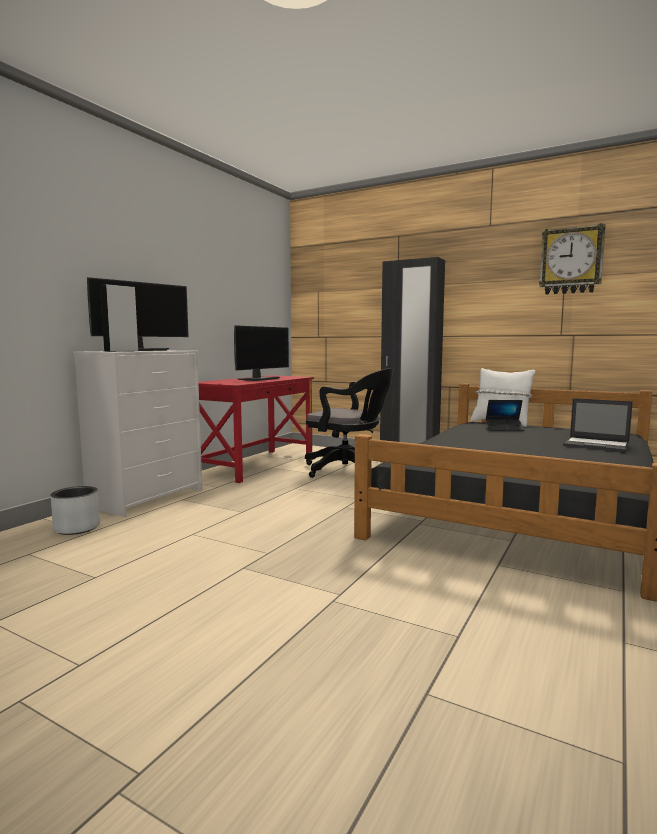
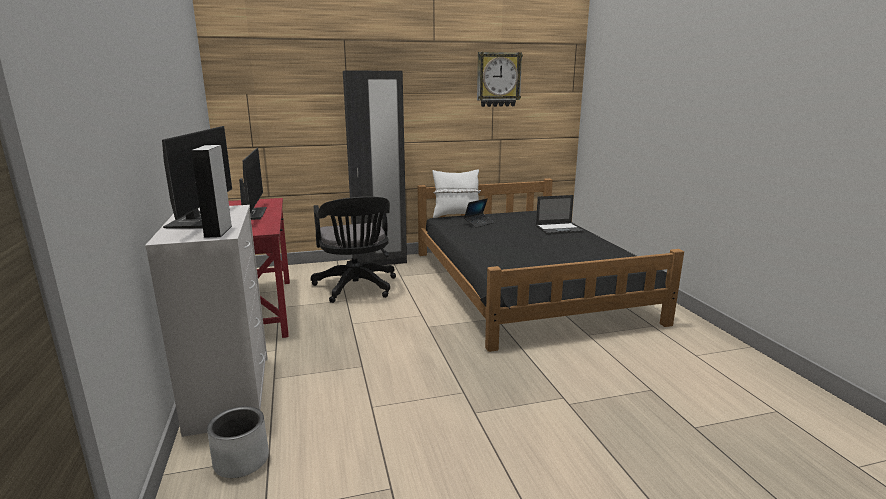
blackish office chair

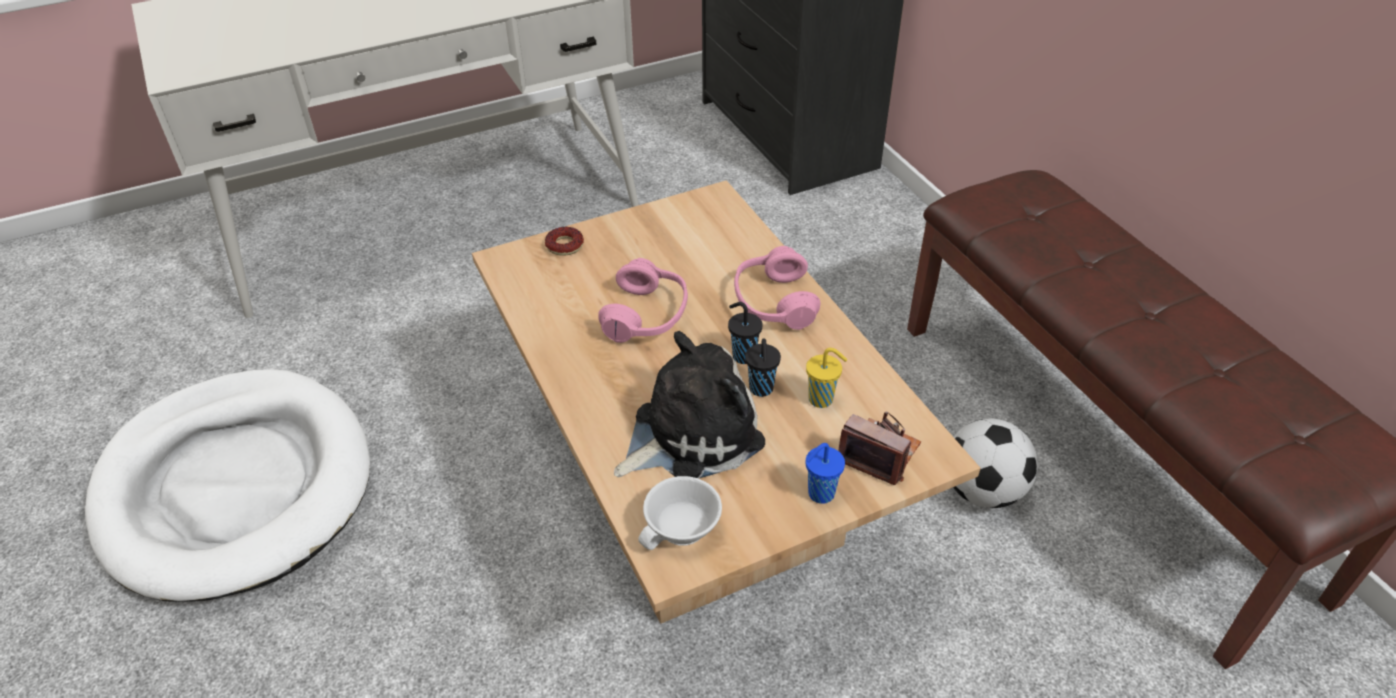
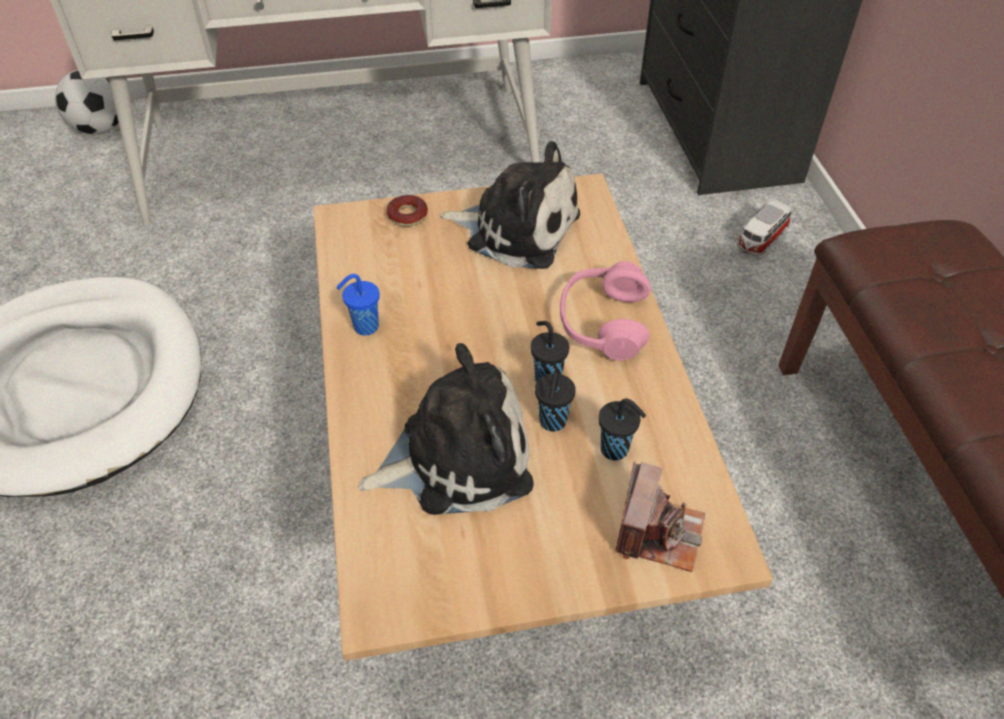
pink-coloured pair of headphones (1st from left in the first image)
whitish cup
plush toy (2nd from left)
toy car
blue cup
football ball
blackish cup (3rd from left)
still camera

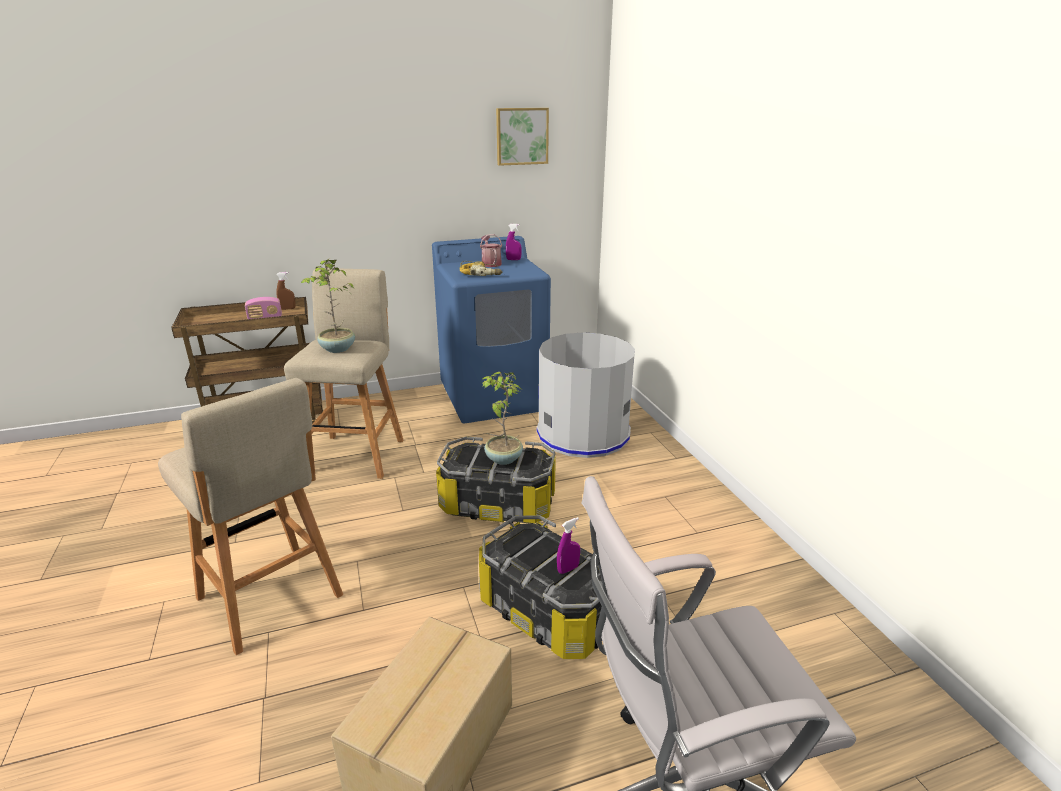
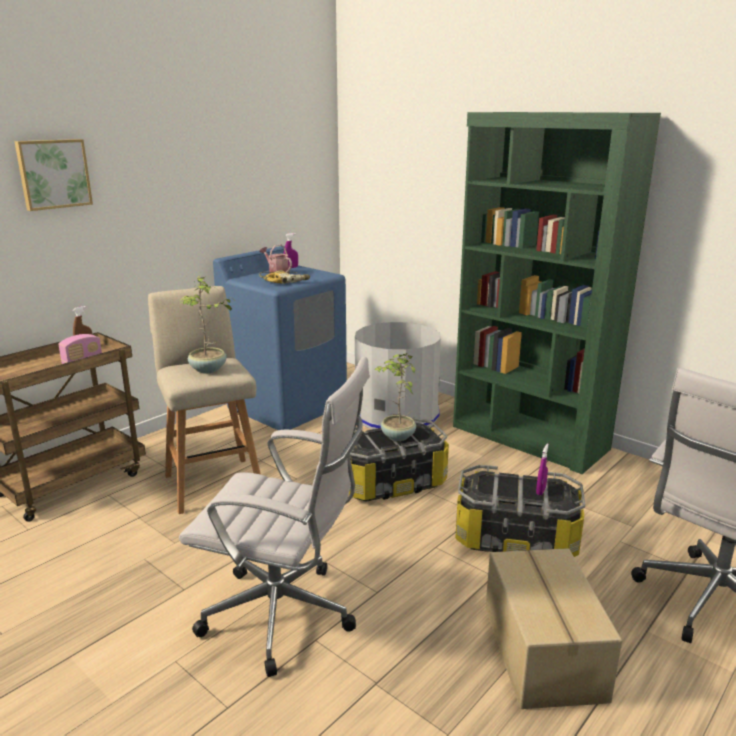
greenish bookshelf
wall picture
whitish office chair (1st from left)

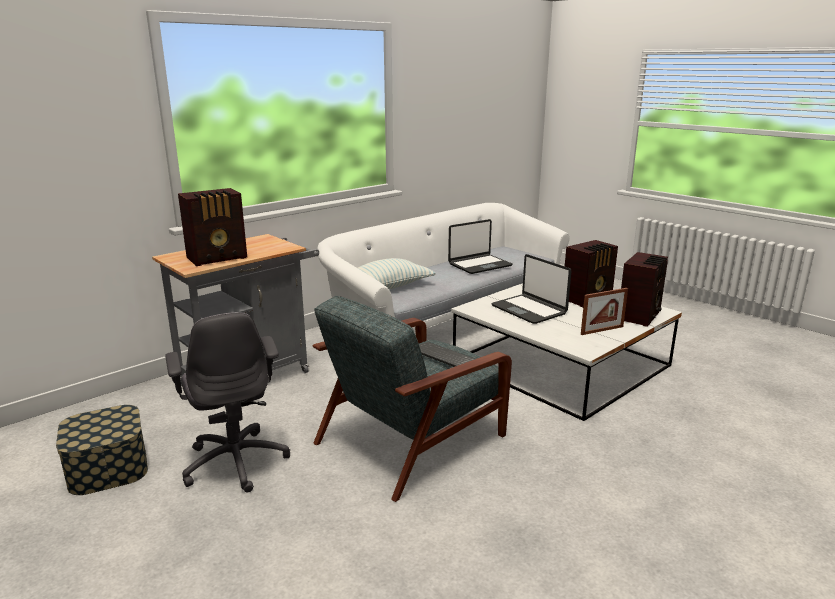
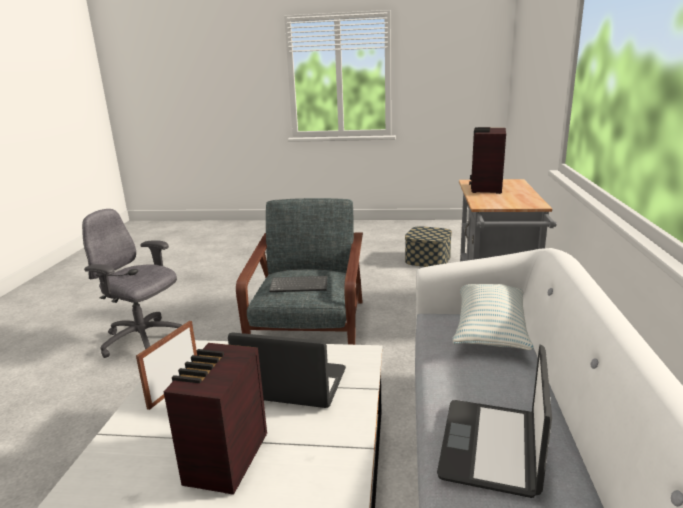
radio (3rd from left in the first image)
greyish office chair

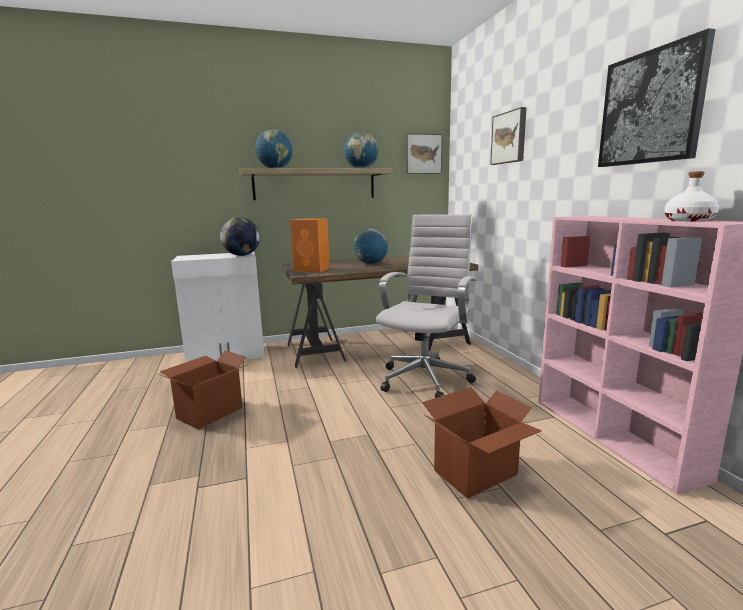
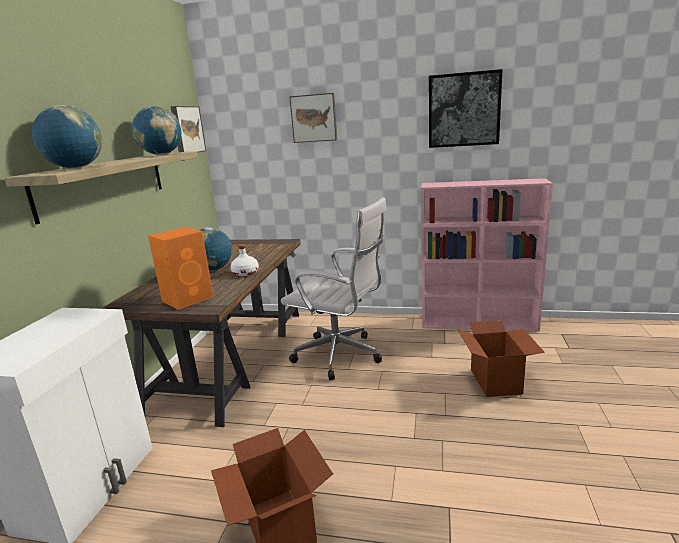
globe (1st from left in the first image)
whitish drink bottle
whitish office chair

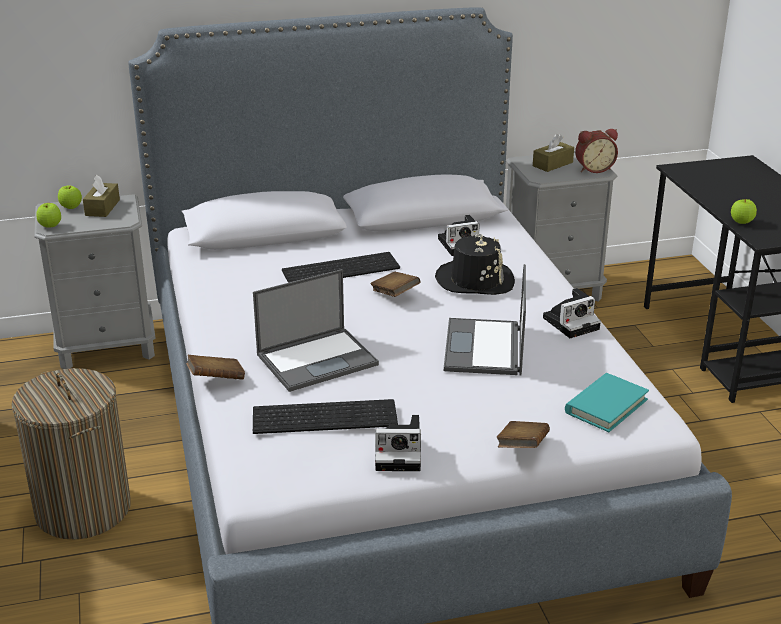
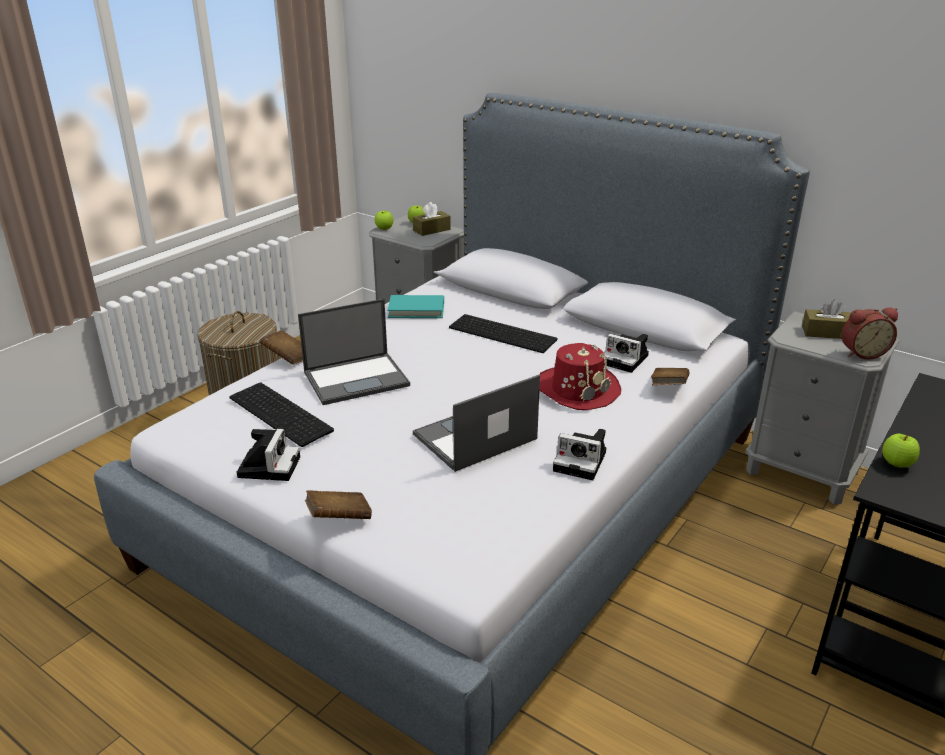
brownish book (3rd from left)
turquoise book
red-coloured wearable hat
laptop (1st from left)
still camera (1st from left)
table clock

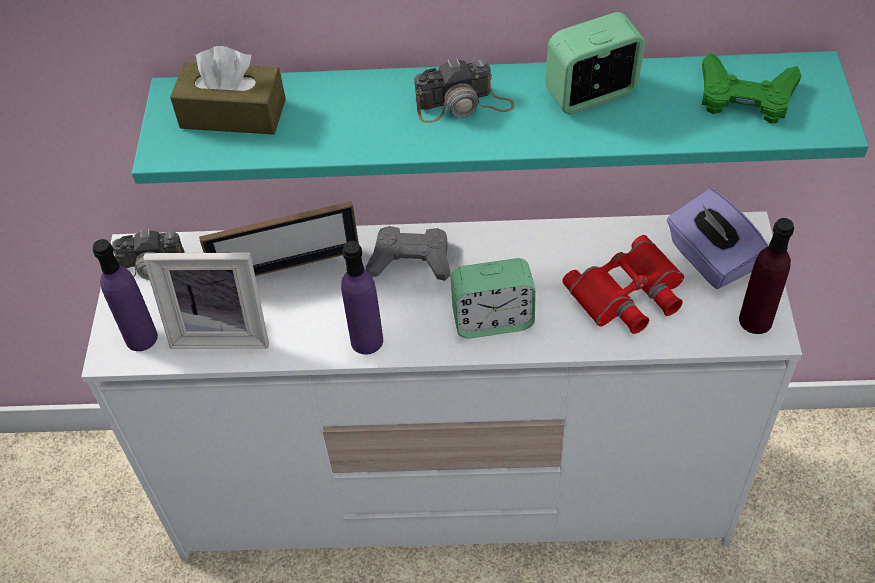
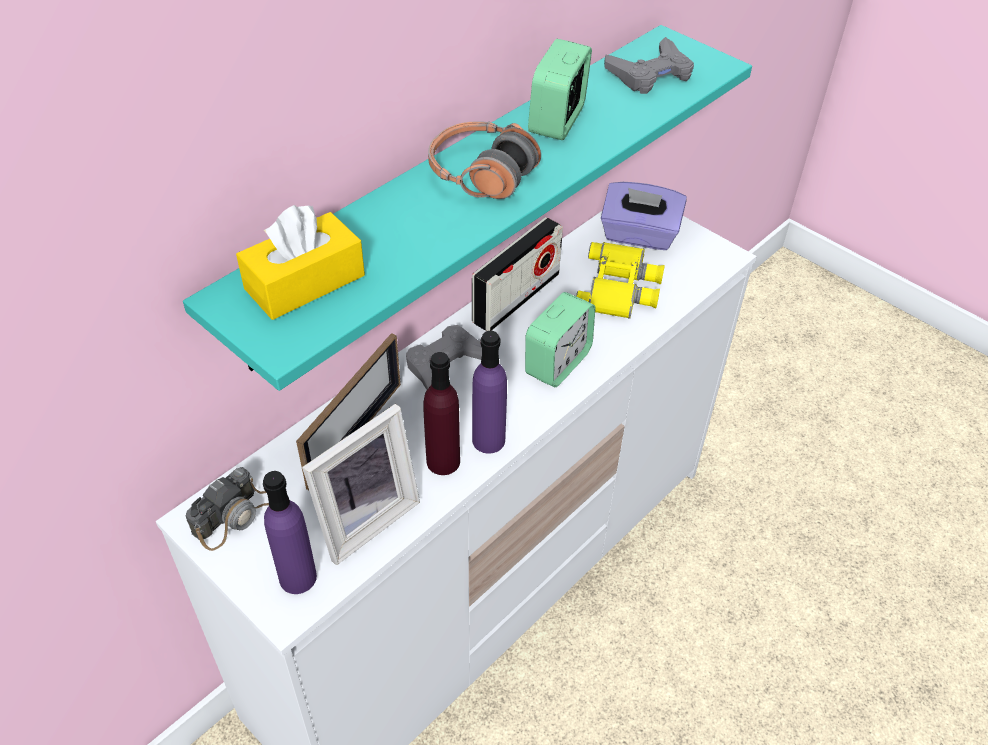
radio
purplish drink bottle (2nd from left)
pair of headphones
yellow tissue holder
yellow binoculars
greyish joypad (2nd from left)

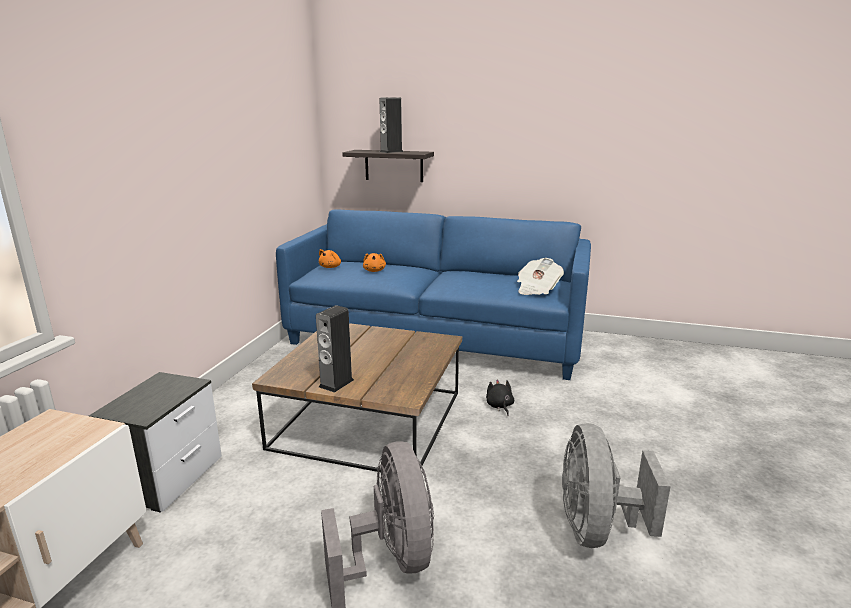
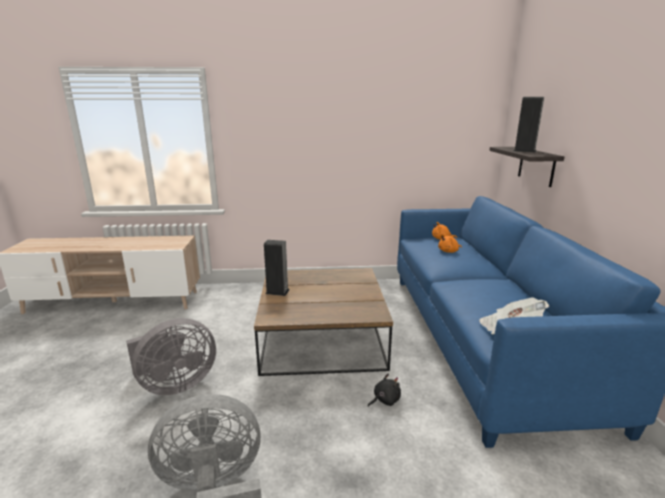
night table

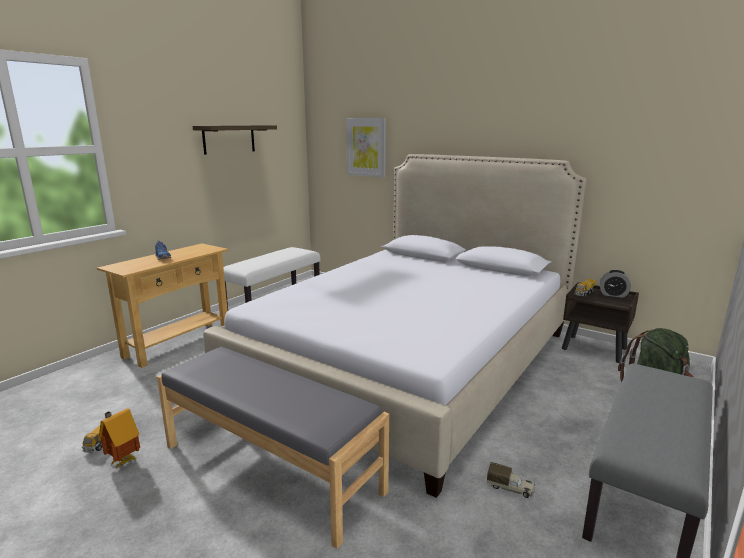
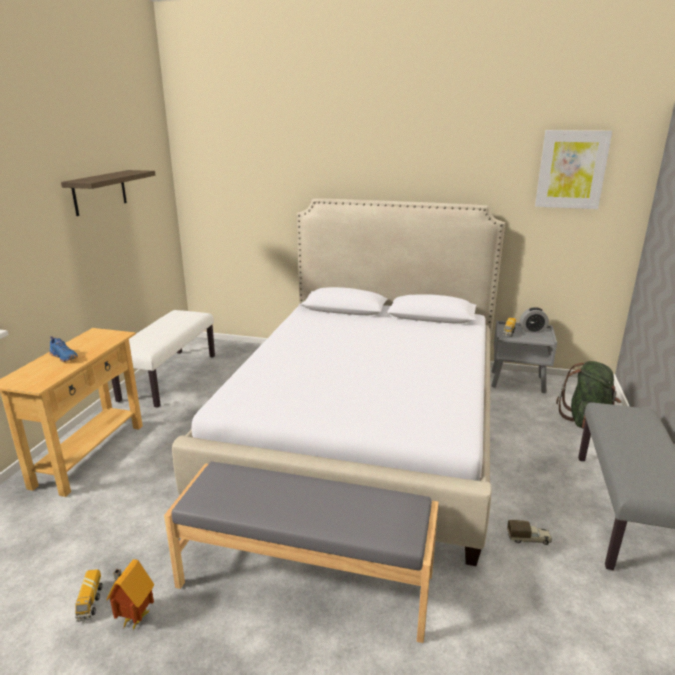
wall picture
greyish night table

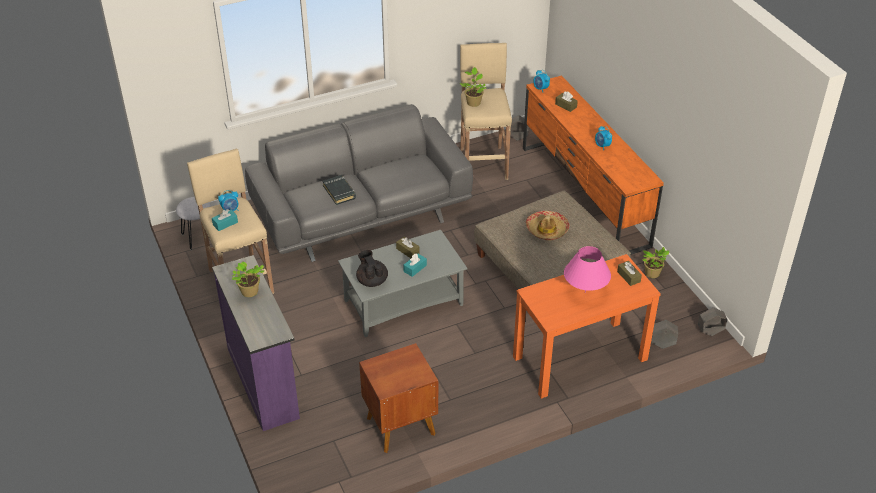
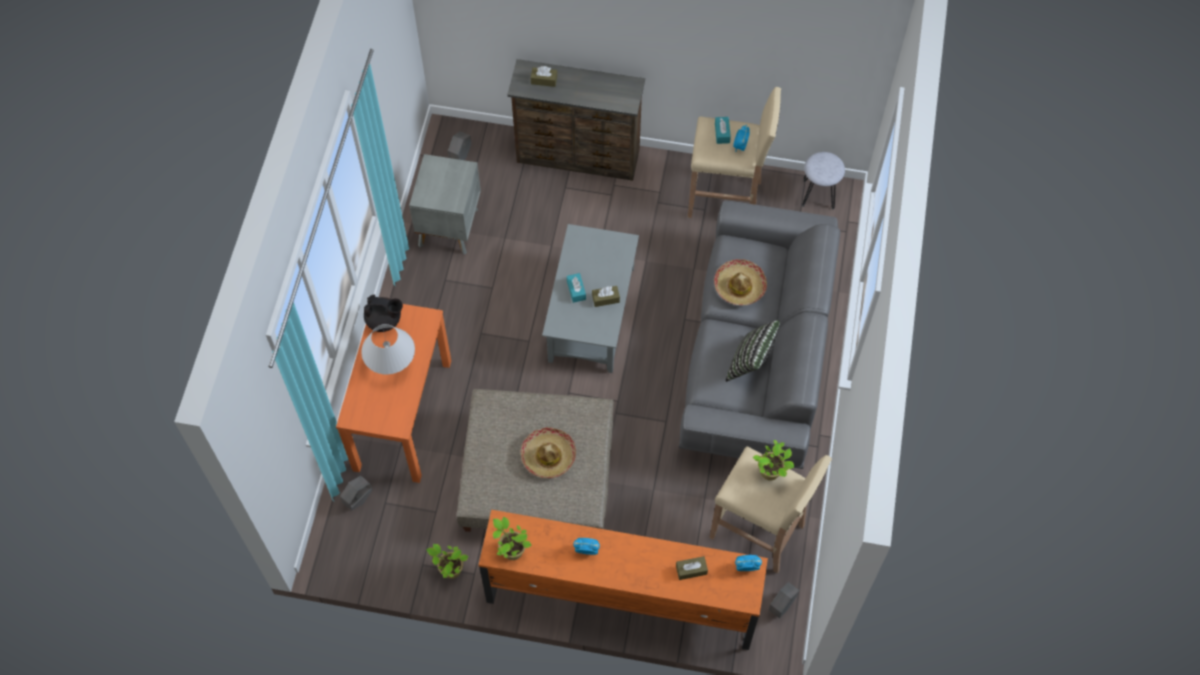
throw pillow
plant in a pot (2nd from left)
blackish pot for tea
brownish tissue holder (1st from left)
greyish plant pot (2nd from left)
wearable hat (2nd from left)
brownish chest of drawers
greyish night table
whitish lamp for a table

